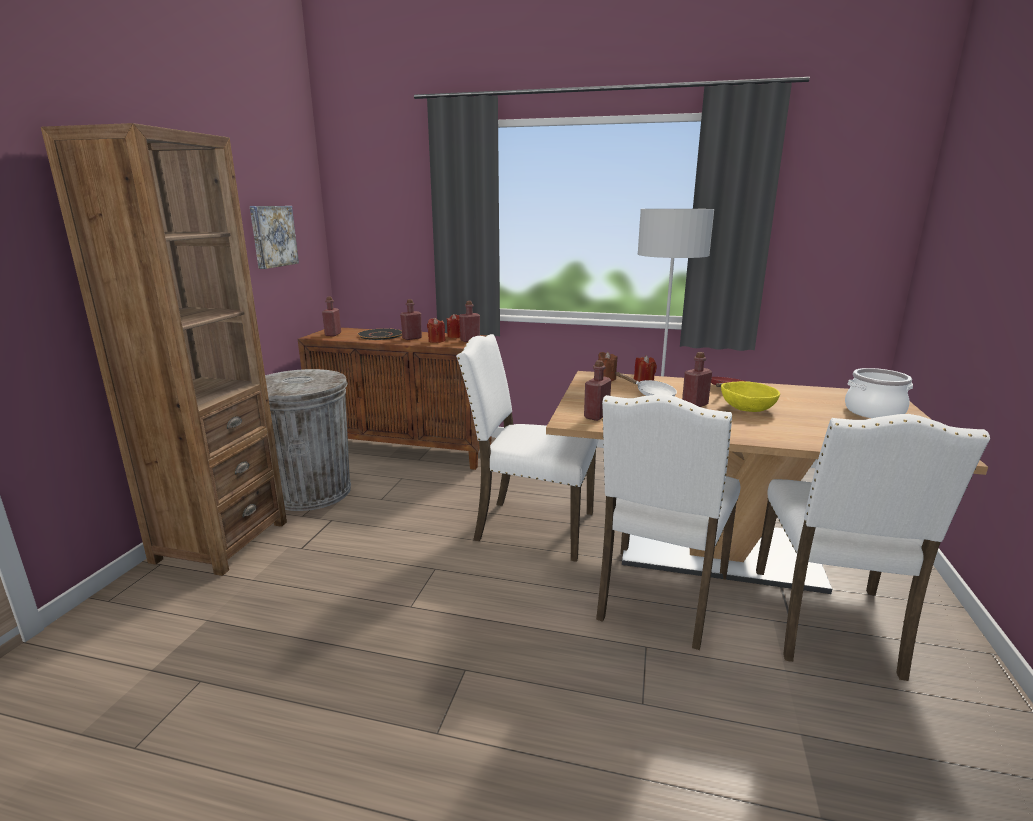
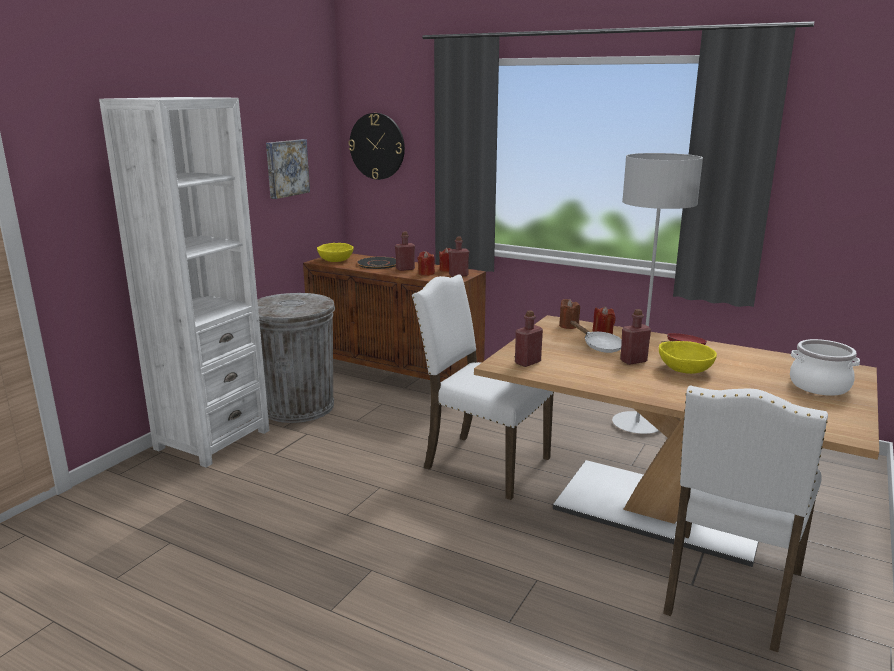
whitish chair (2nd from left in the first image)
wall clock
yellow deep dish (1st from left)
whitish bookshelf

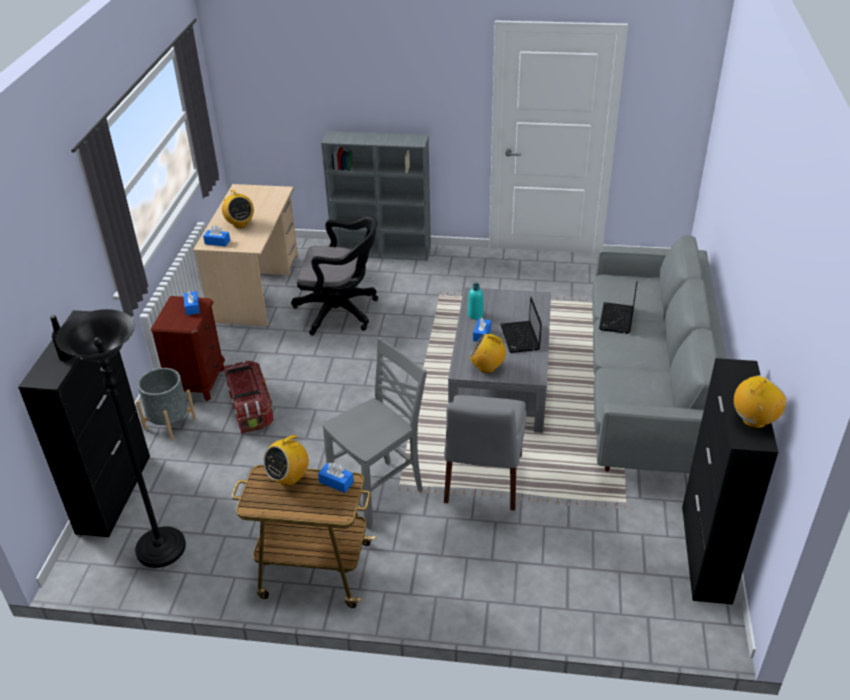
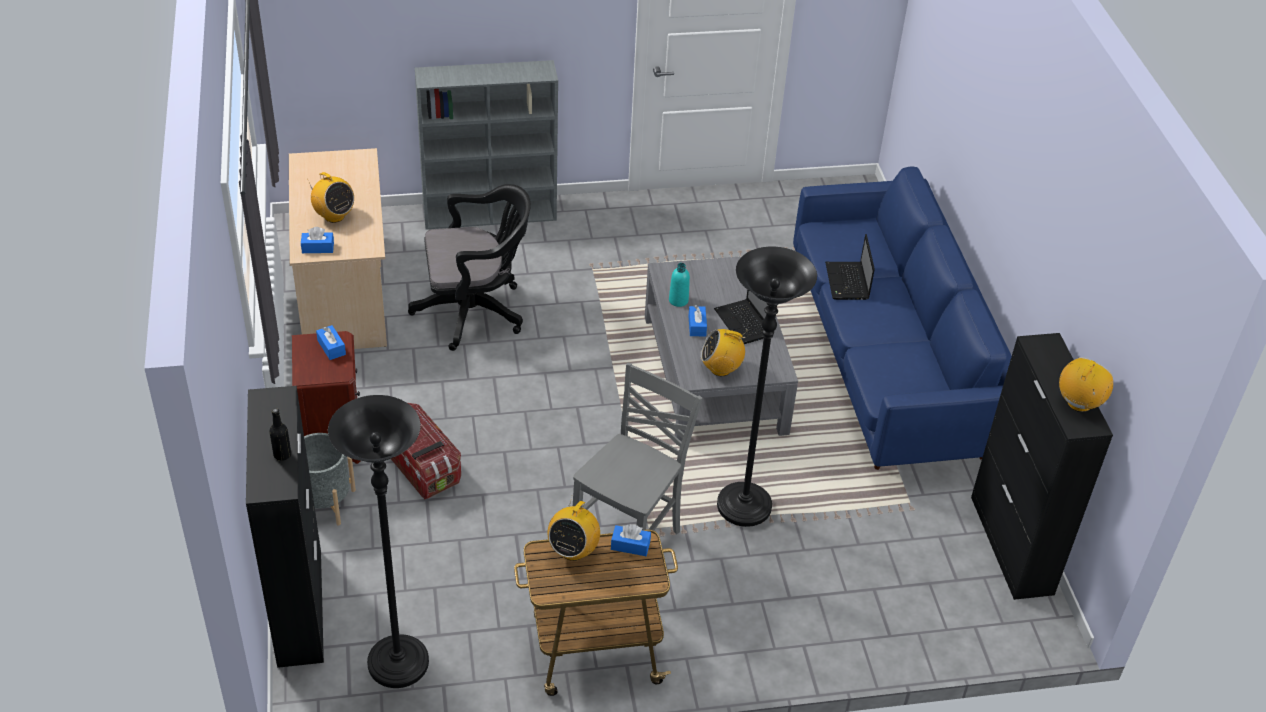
blackish standard lamp (2nd from left)
blue sofa

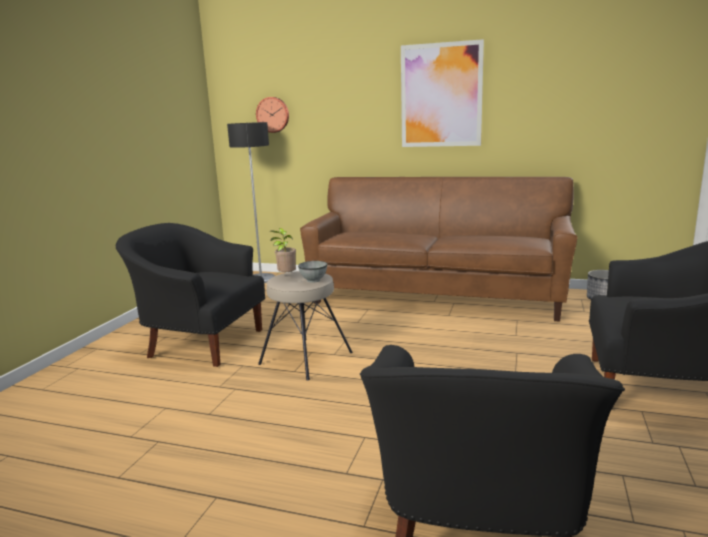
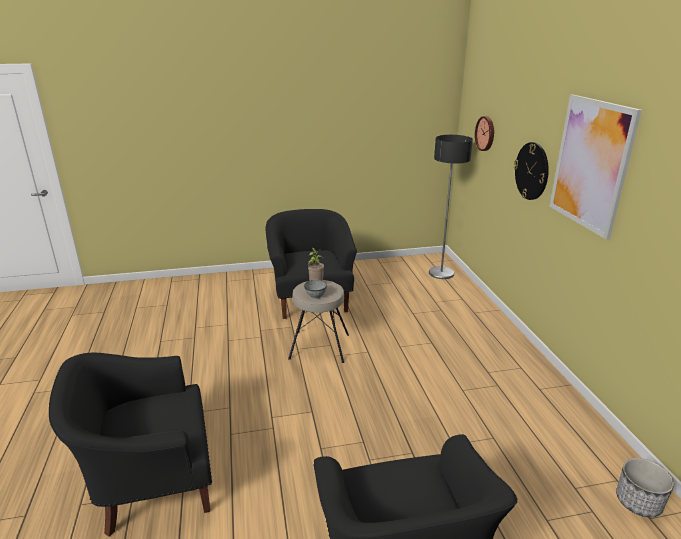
brownish sofa
wall clock (2nd from left)

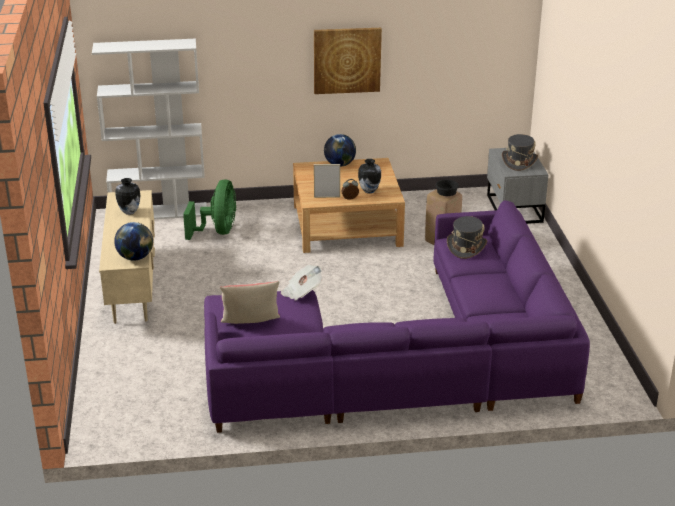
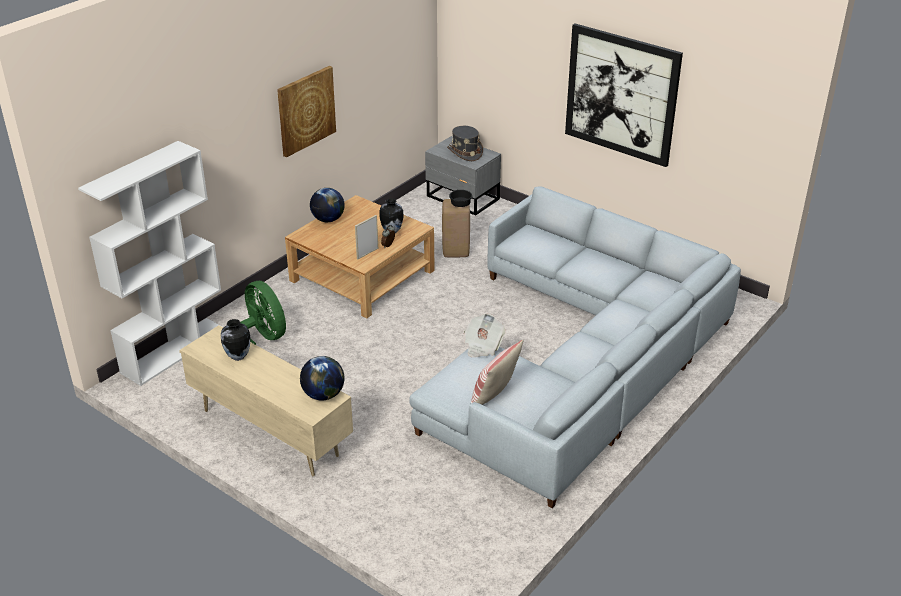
greyish wearable hat (1st from left in the first image)
wall picture (2nd from left)
greyish sofa

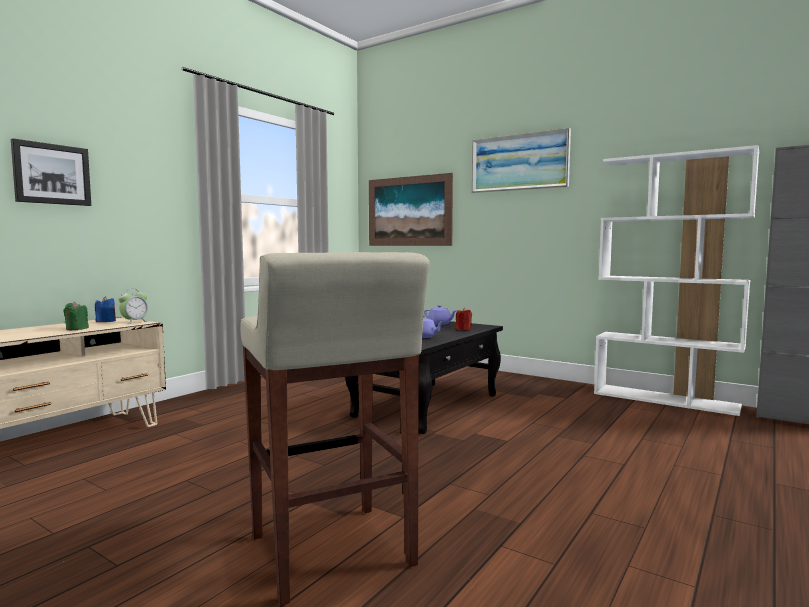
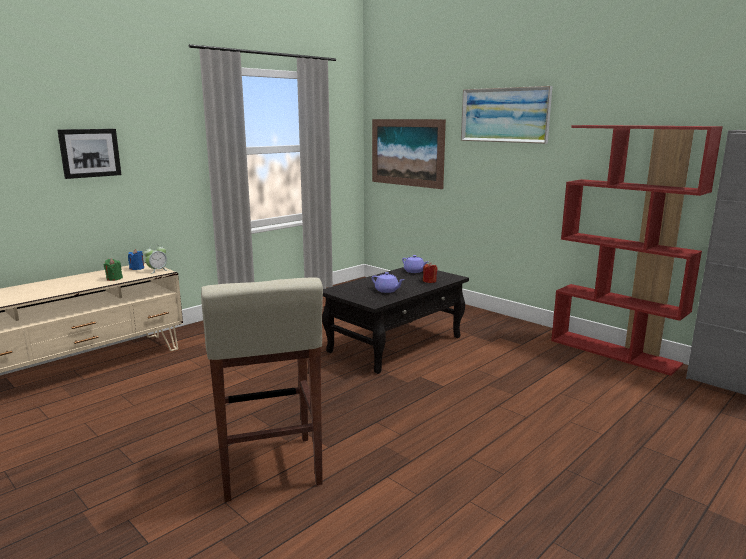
red-coloured bookshelf

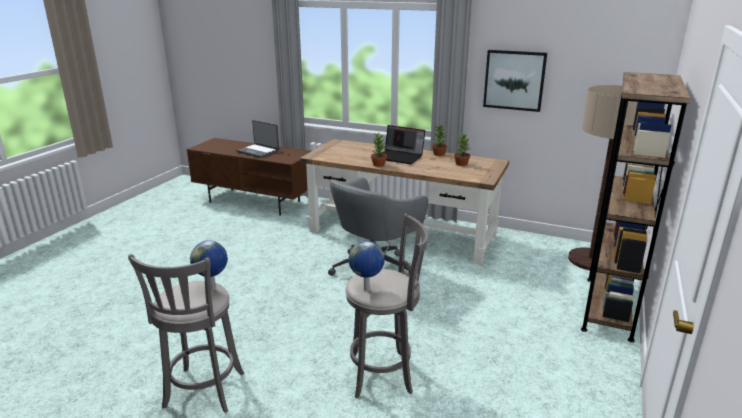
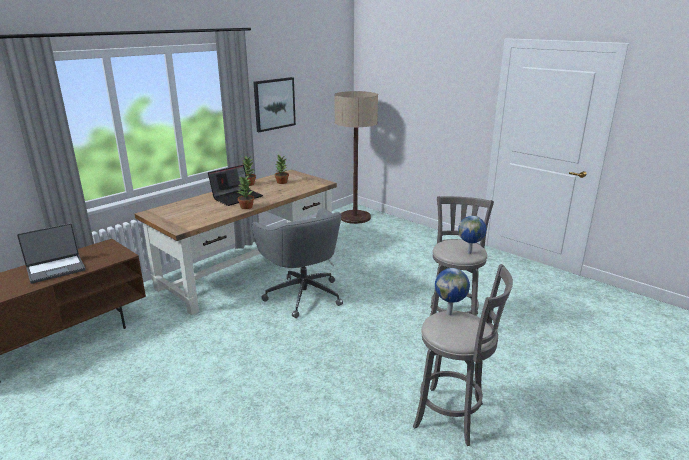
brownish bookshelf

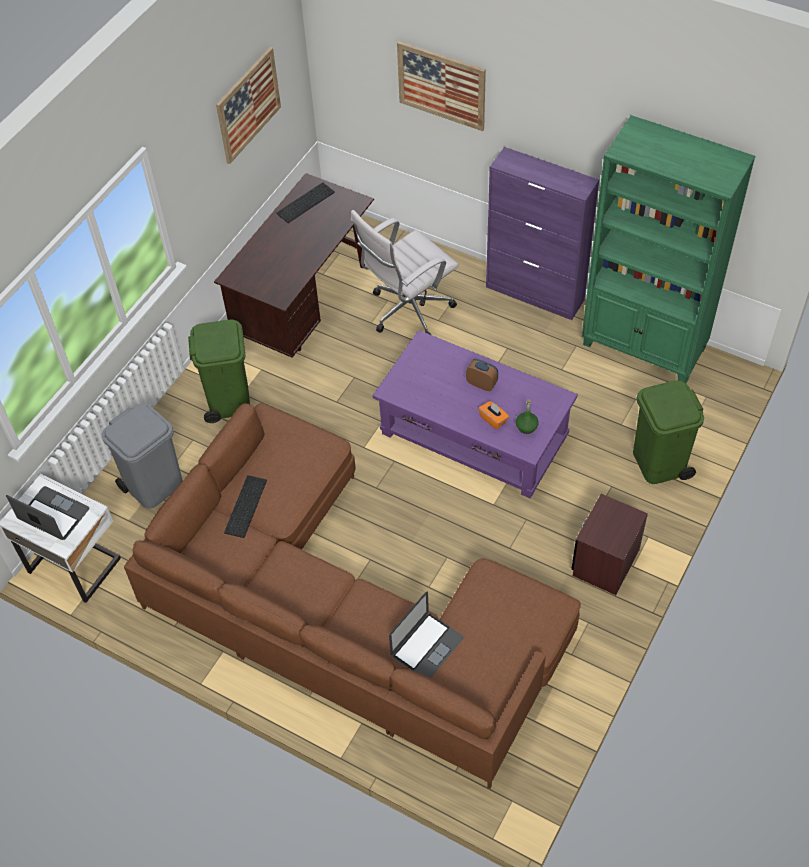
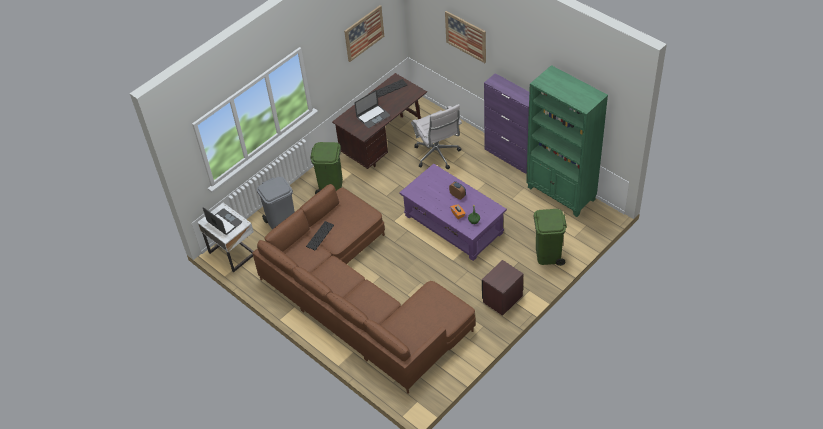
laptop (2nd from left)
whitish office chair

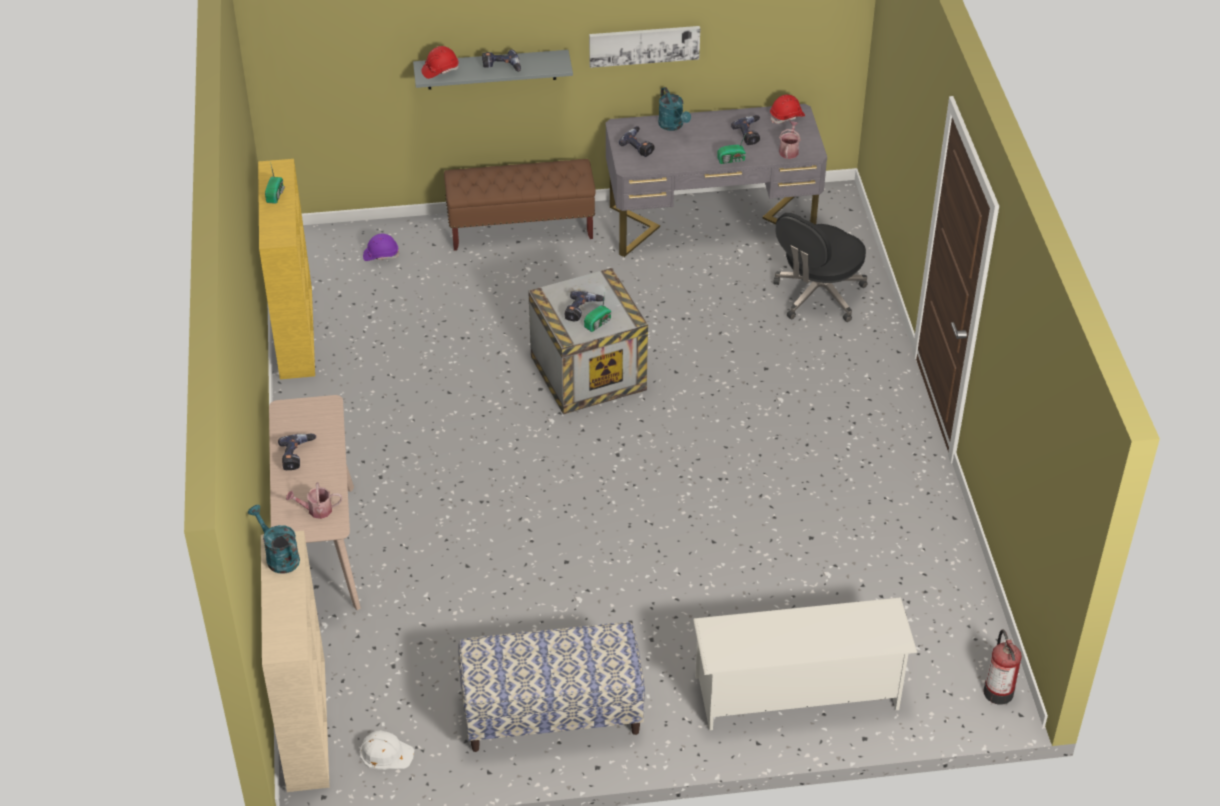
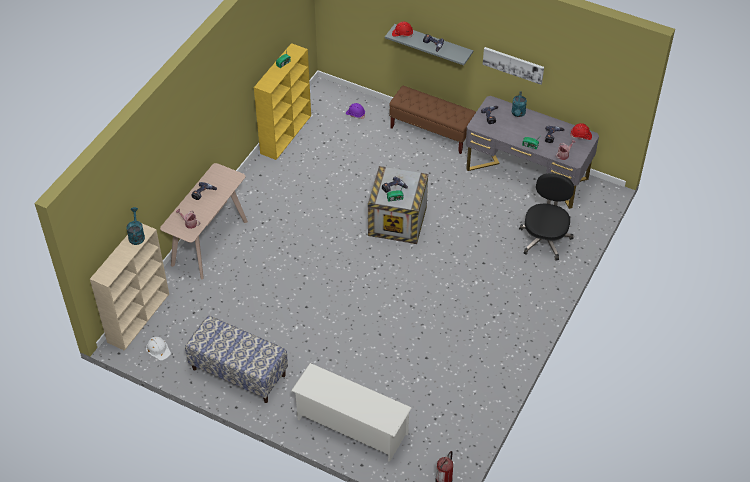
blackish office chair

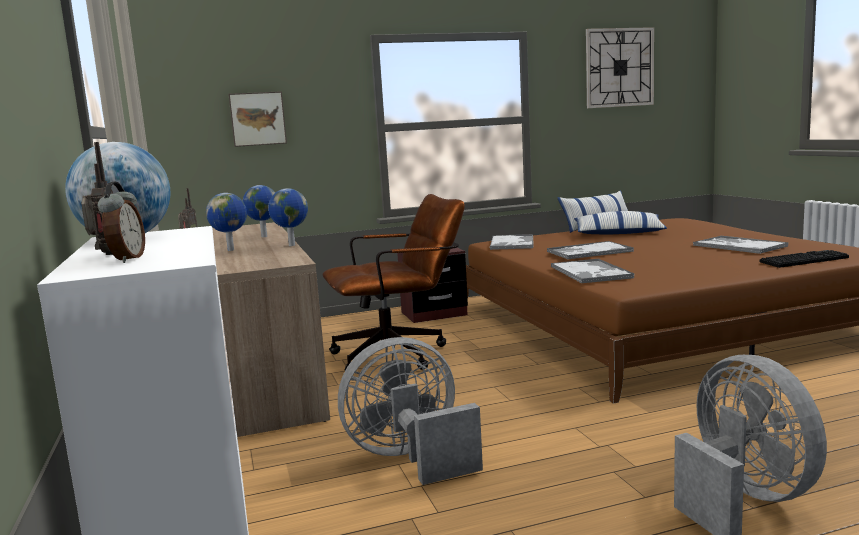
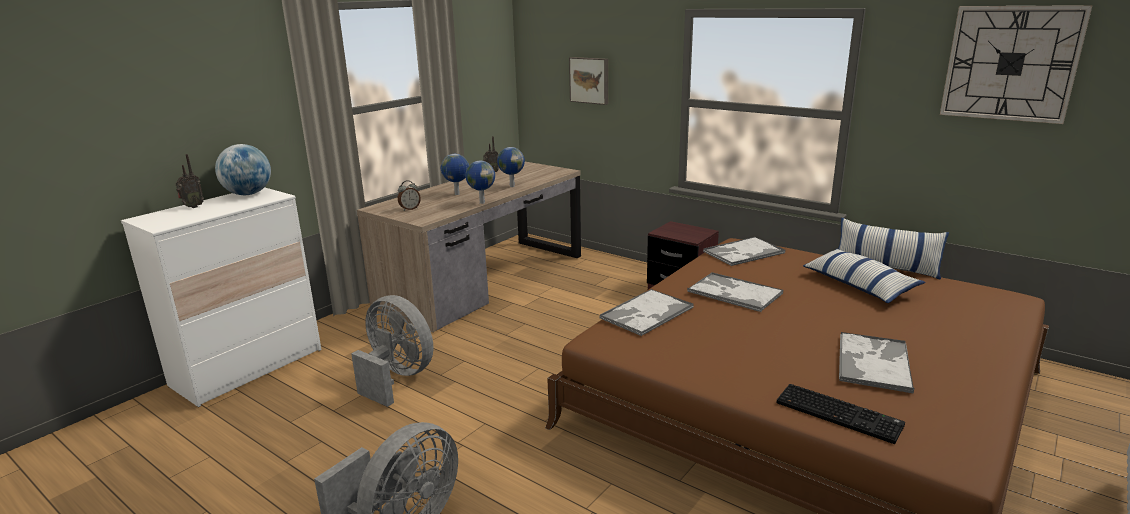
brownish office chair
table clock

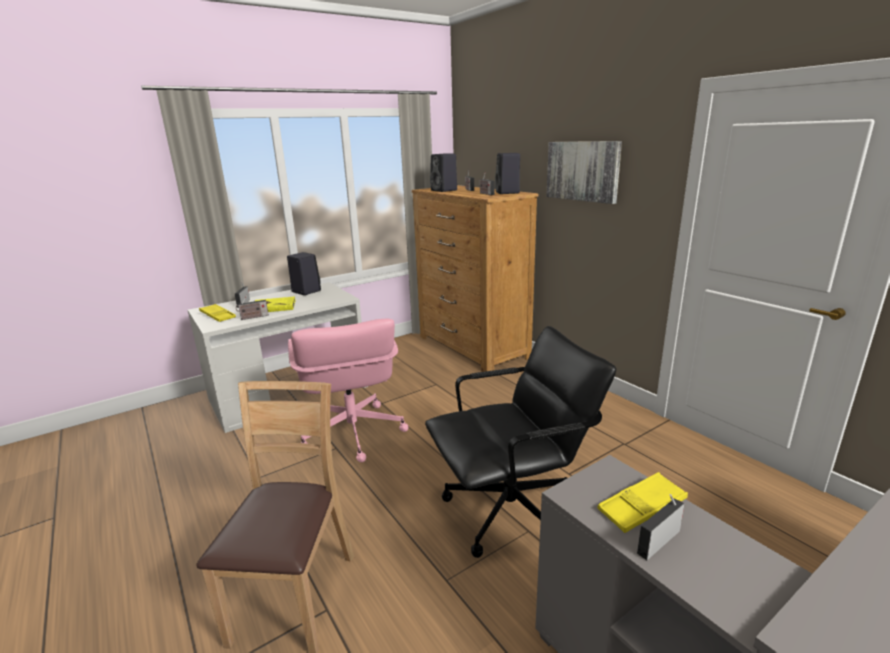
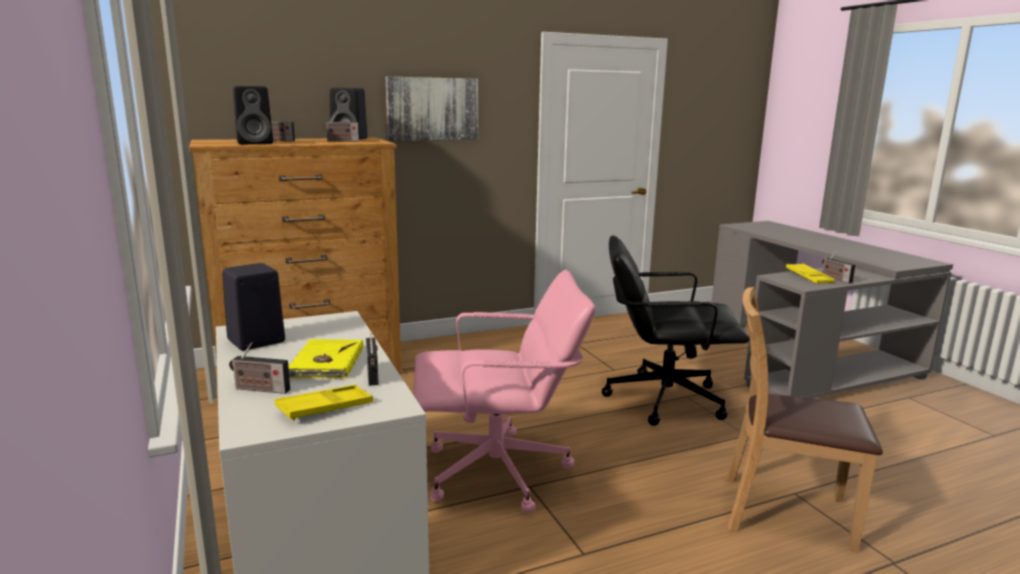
blackish office chair

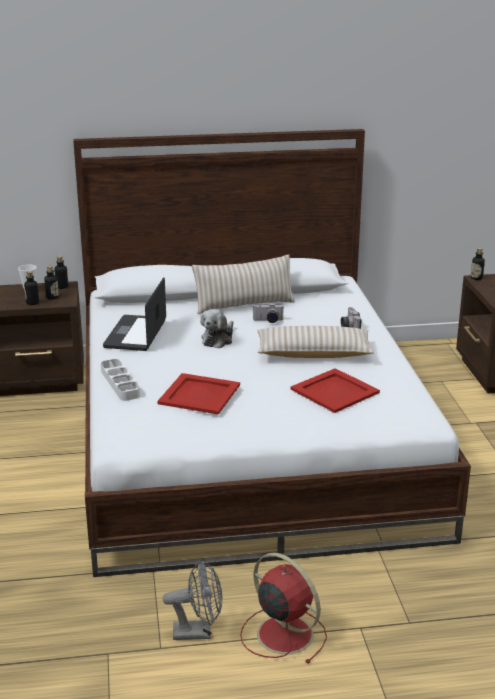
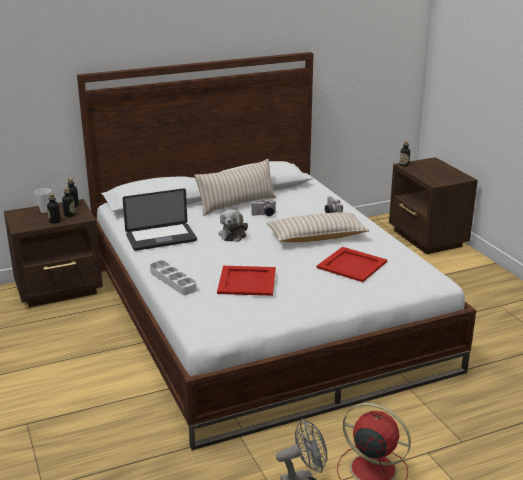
laptop

